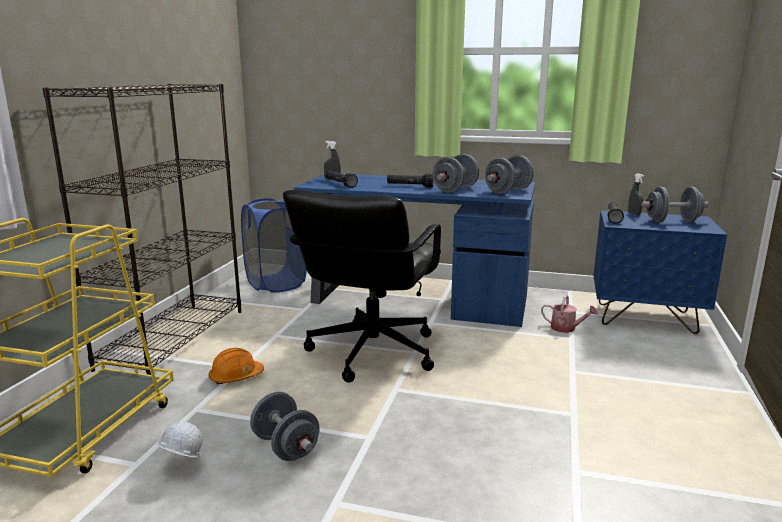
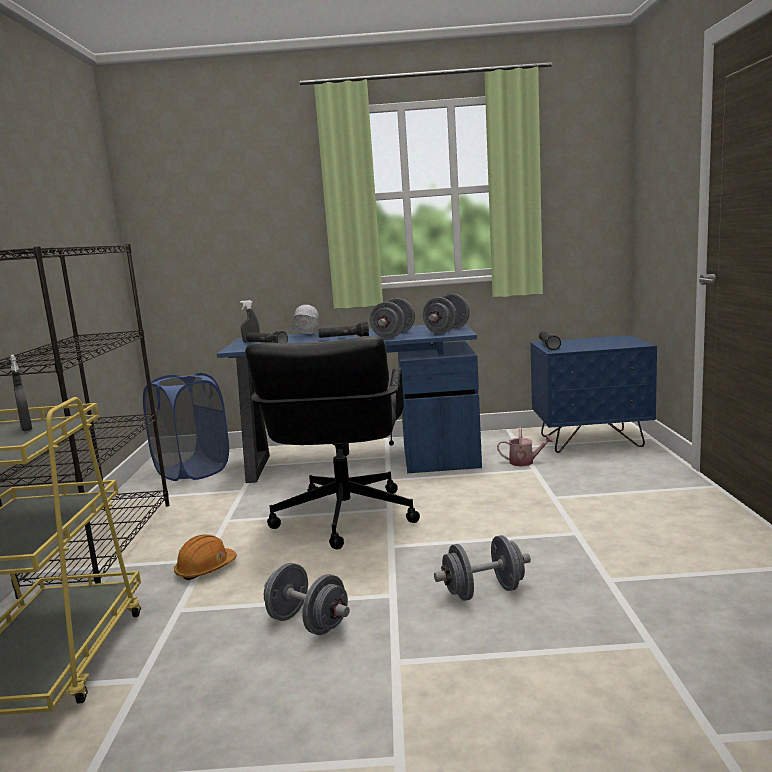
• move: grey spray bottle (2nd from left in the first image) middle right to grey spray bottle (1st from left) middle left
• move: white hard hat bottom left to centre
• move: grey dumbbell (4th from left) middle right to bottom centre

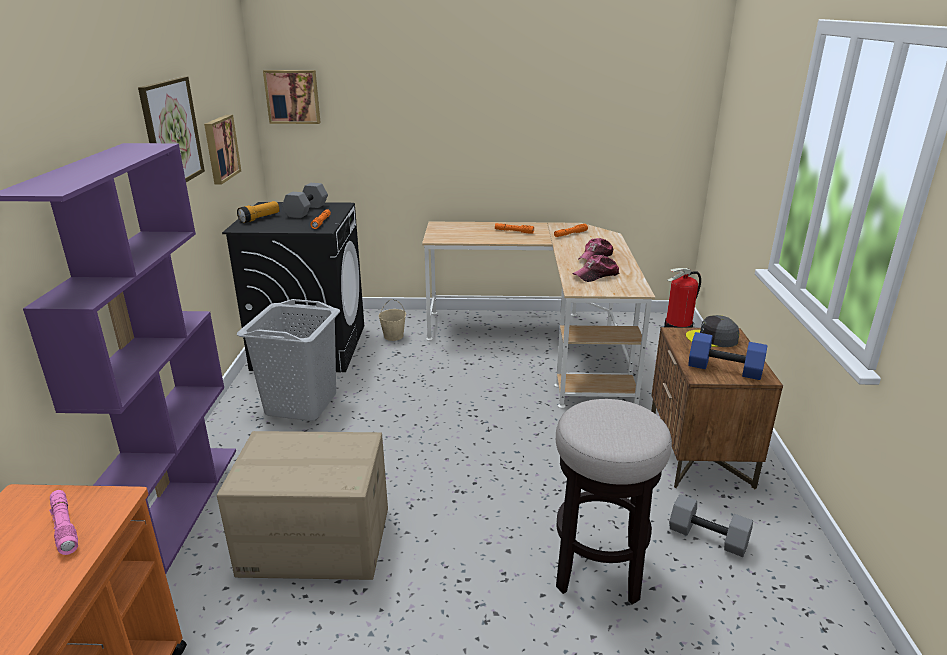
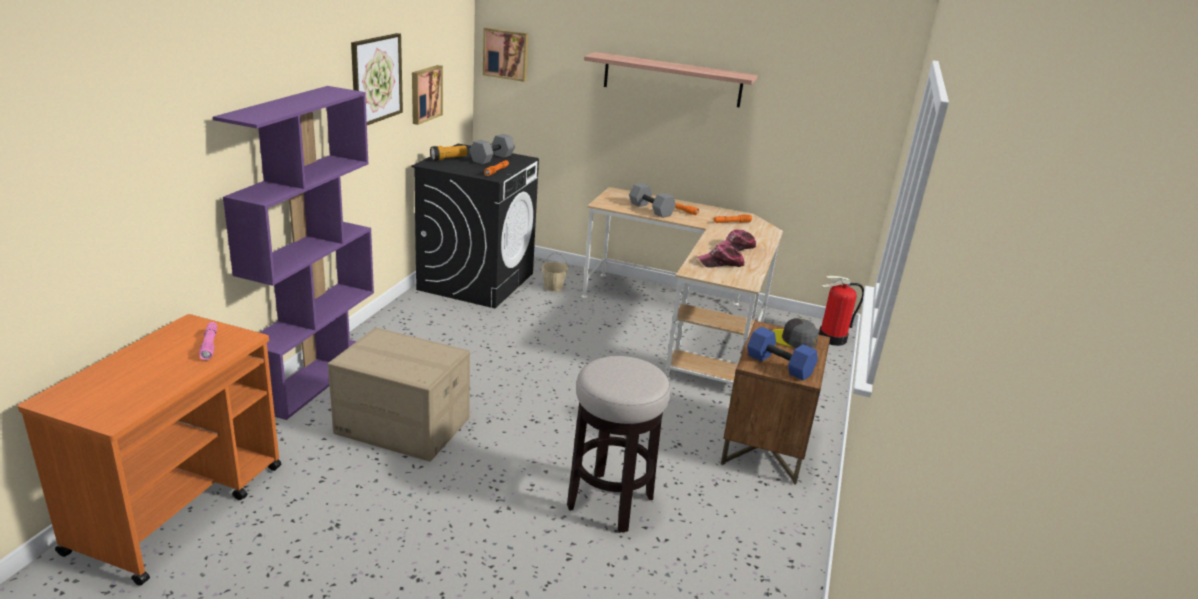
• insert: shelf top centre
• move: grey dumbbell (2nd from left) bottom right to centre
• delete: grey laundry basket middle left

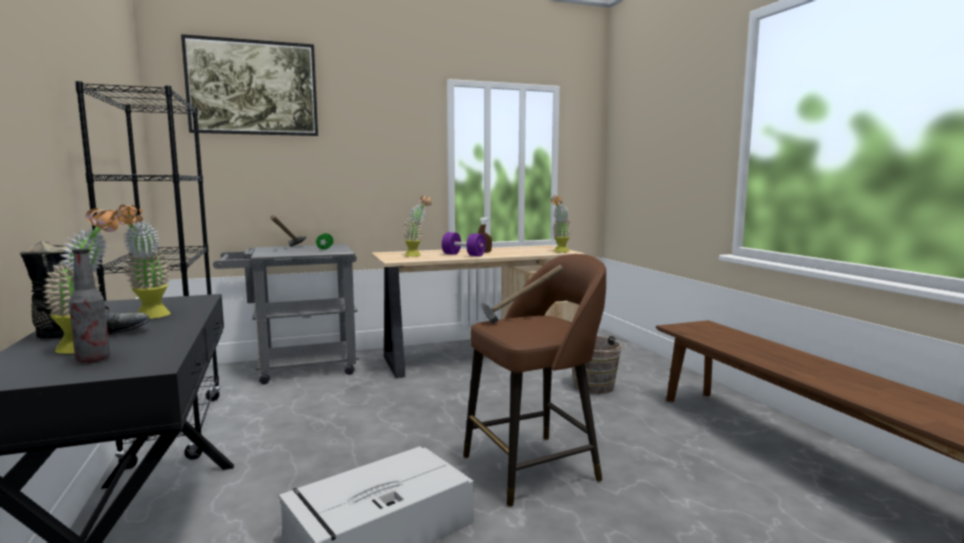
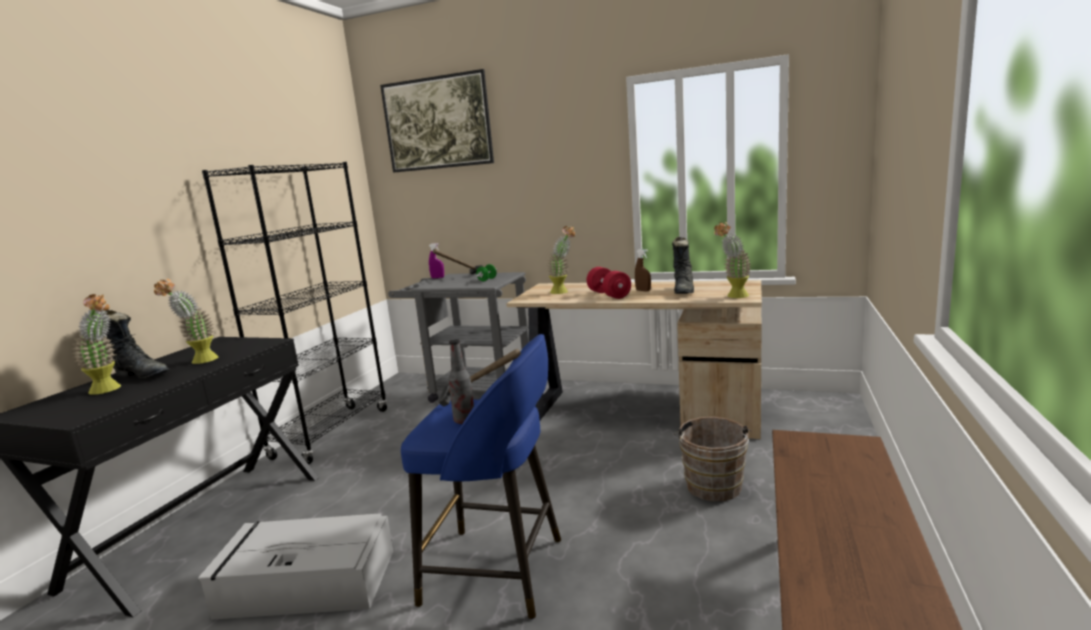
• recolor: brown stool bottom centre to blue stool bottom centre
• insert: purple spray bottle centre
• move: bottle middle left to centre
• recolor: purple dumbbell centre to red dumbbell centre
• insert: black boot (2nd from left) centre

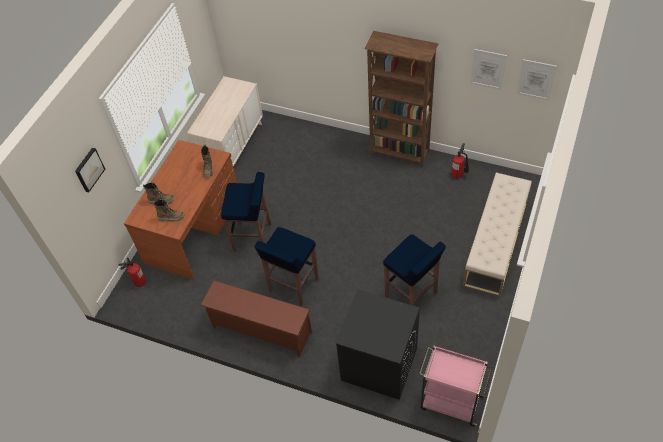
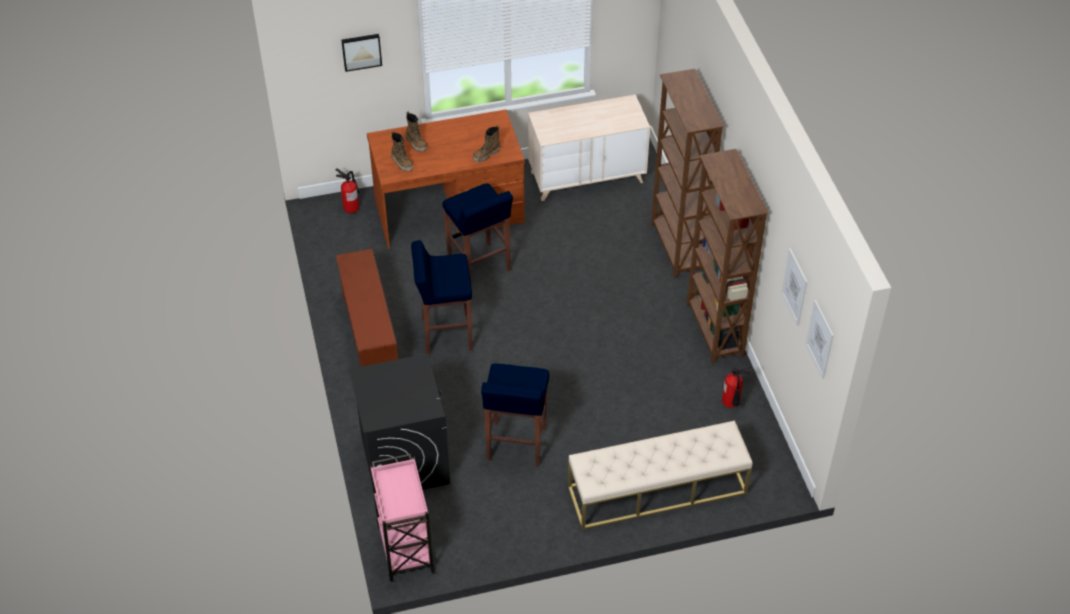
• insert: brown bookcase (1st from left) top centre

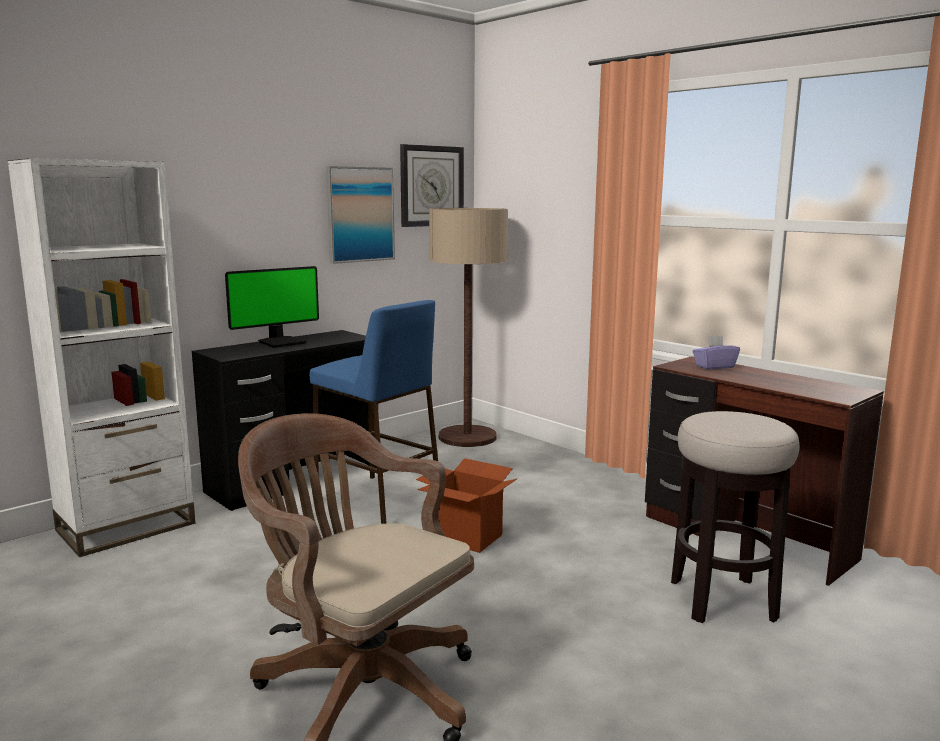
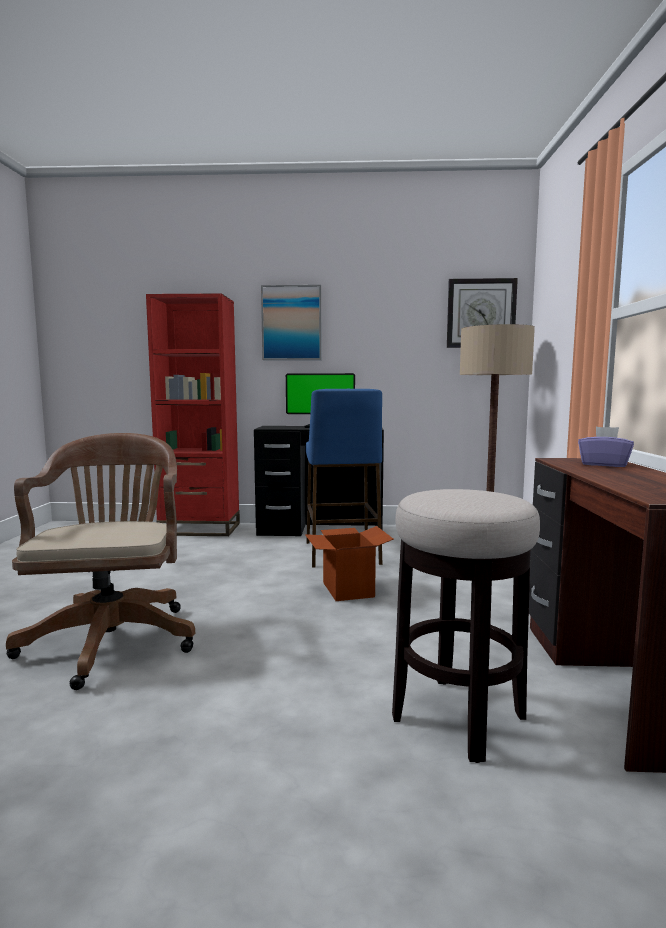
• recolor: white bookcase middle left to red bookcase middle left
• move: picture top centre to centre

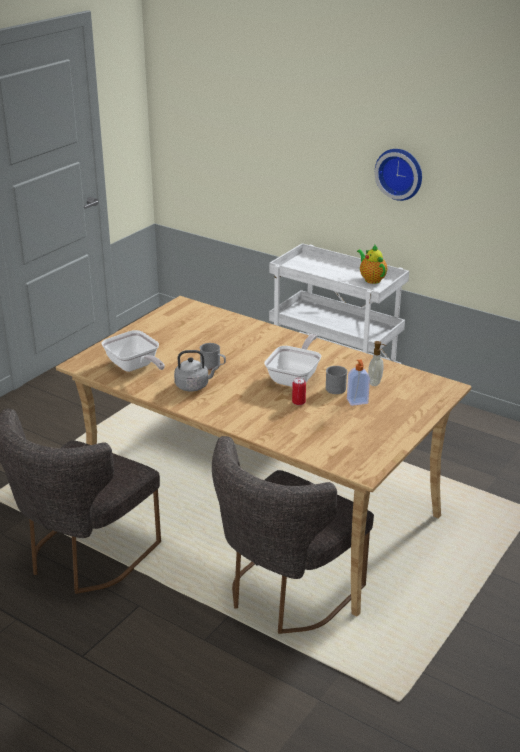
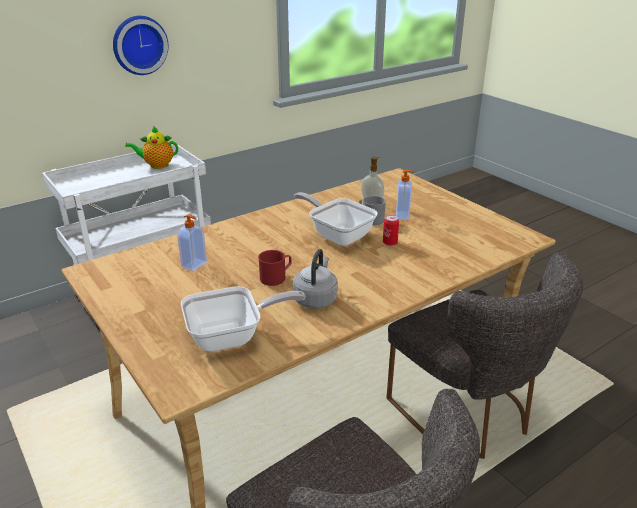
• insert: soap dispenser (1st from left) middle left
• recolor: grey mug (1st from left) centre to red mug centre

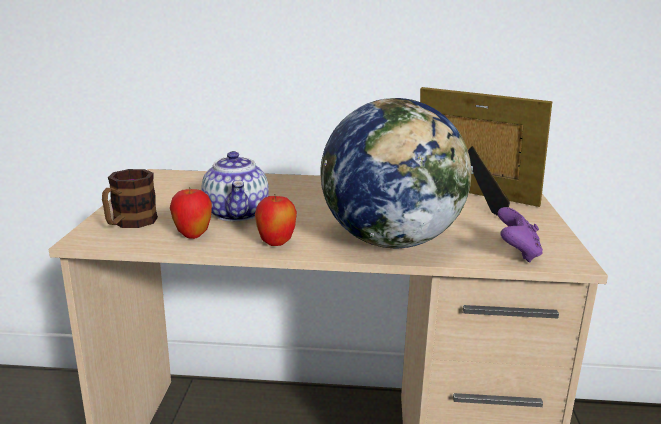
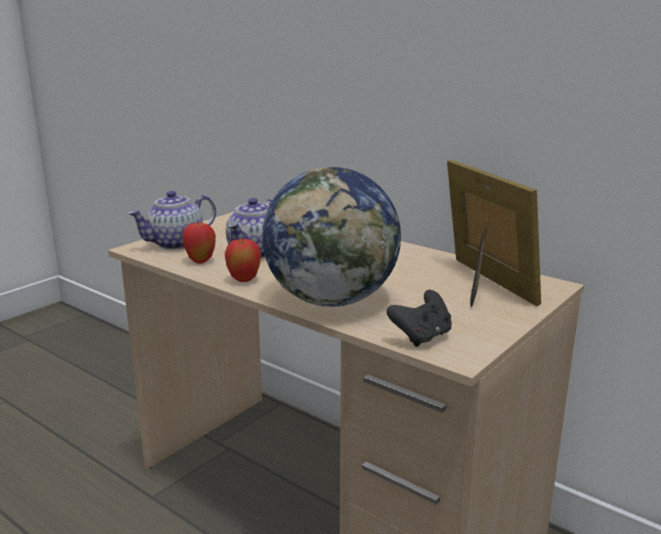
• replace: mug middle left to teapot (1st from left) middle left
• recolor: purple game controller middle right to black game controller centre

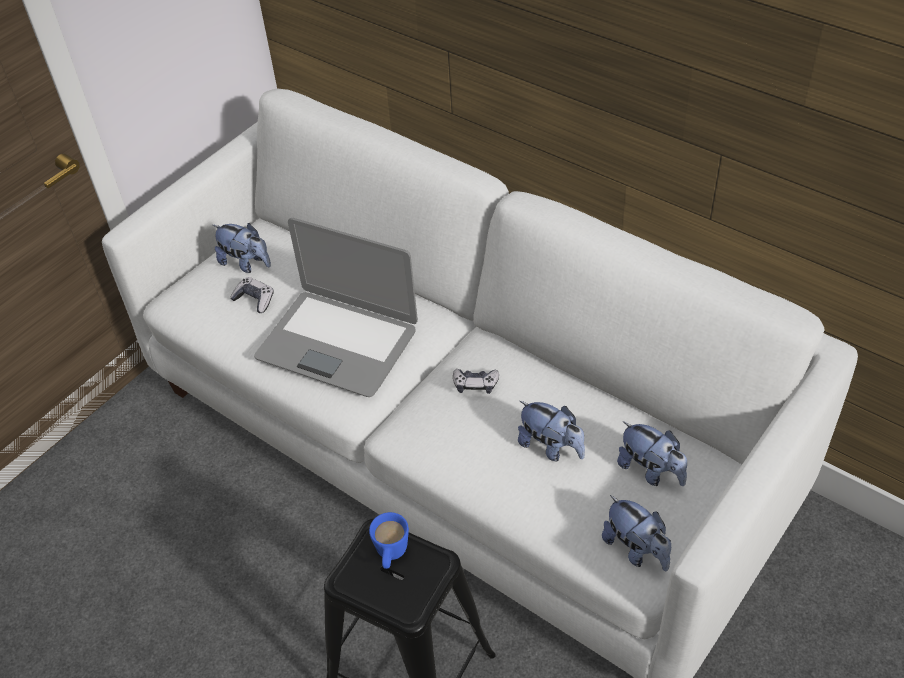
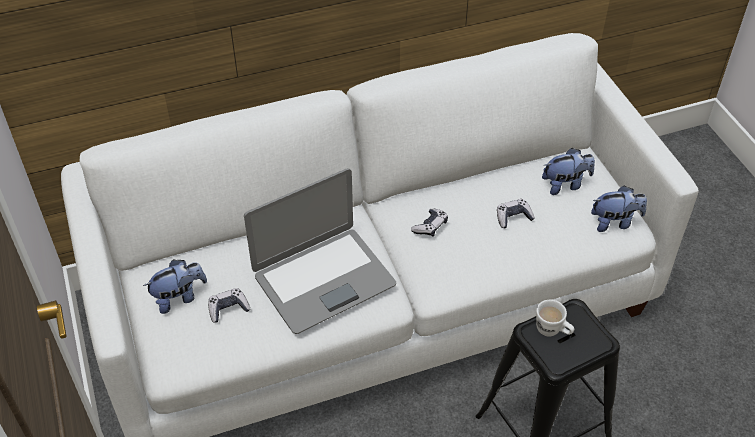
• replace: plush toy (2nd from left) centre to game controller (3rd from left) middle right
• recolor: blue mug bottom centre to white mug bottom right

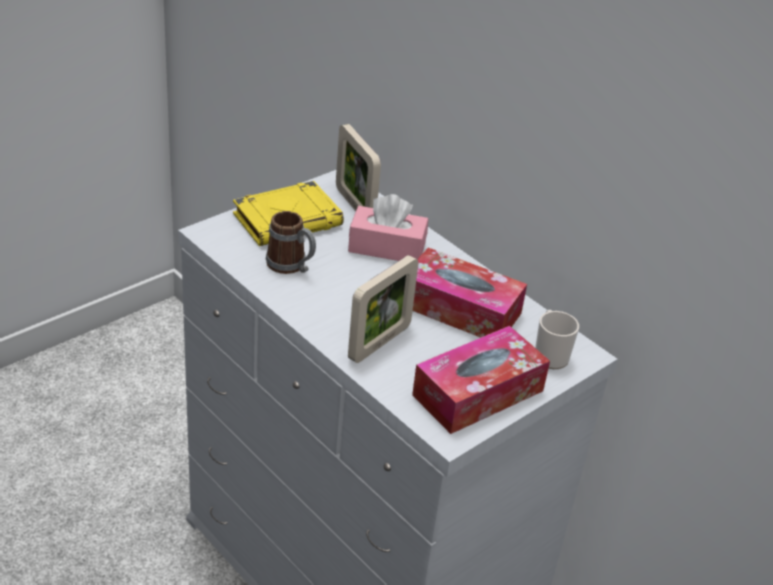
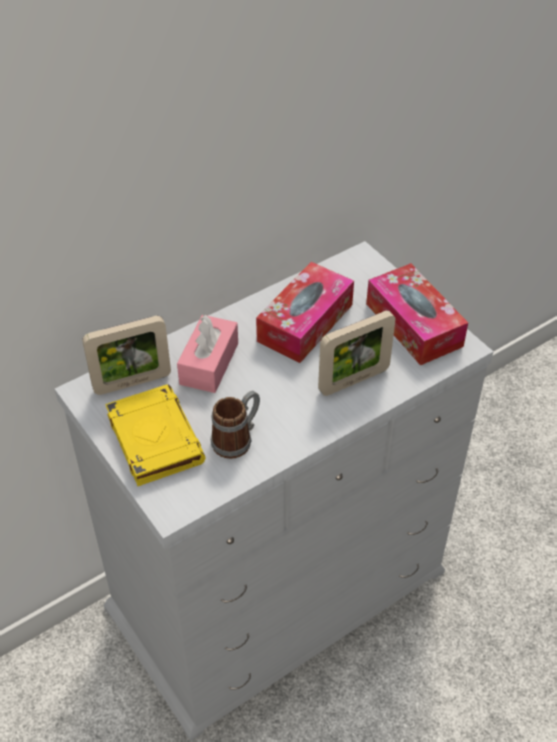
• rotate: picture frame (2nd from left) centre = centre 105 degrees clockwise
• delete: mug (2nd from left) middle right

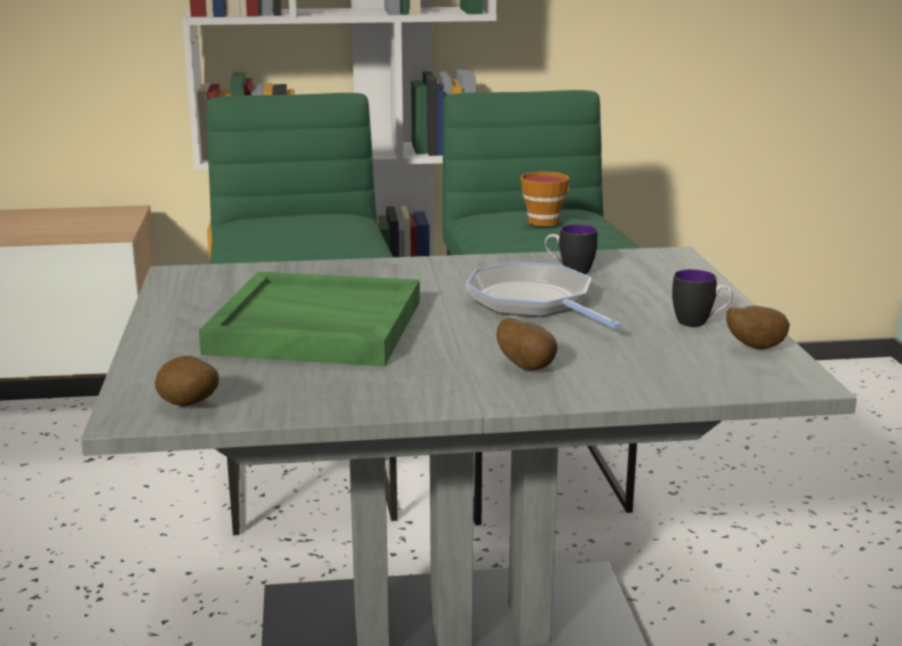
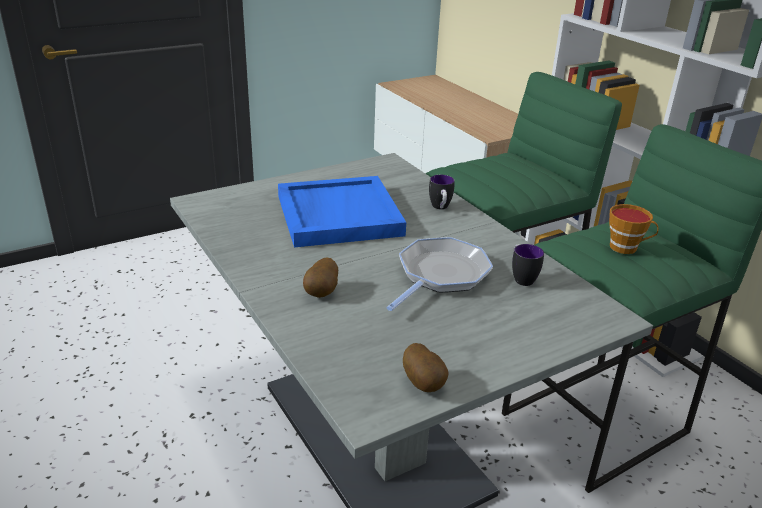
• recolor: green tray centre to blue tray centre
• move: mug (2nd from left in the first image) middle right to mug (1st from left) centre
• delete: potato (1st from left) middle left

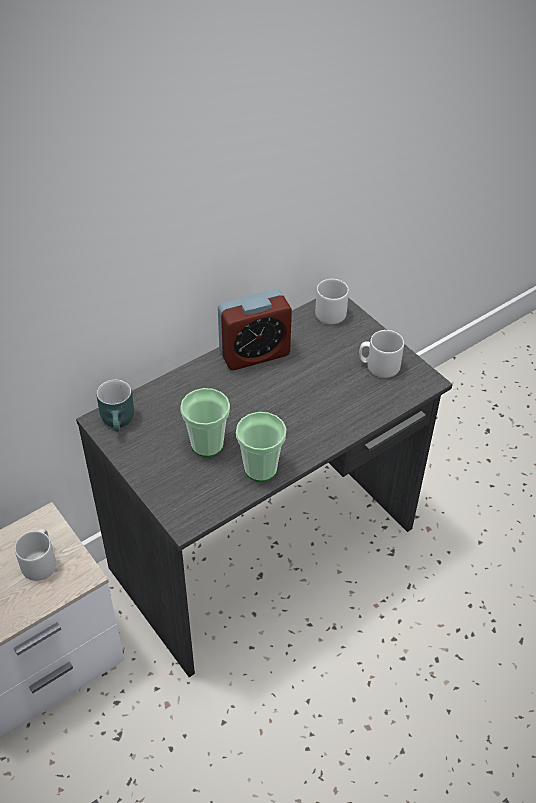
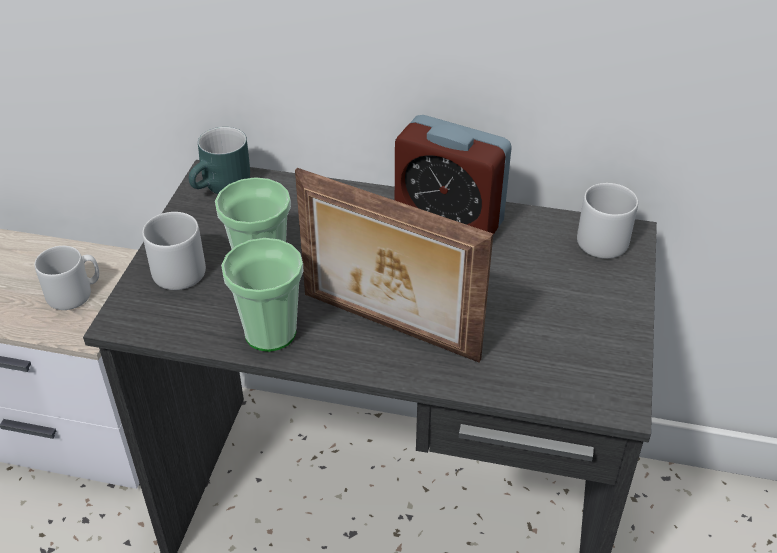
• move: grey mug (3rd from left in the first image) middle right to grey mug (2nd from left) middle left
• insert: picture frame centre

